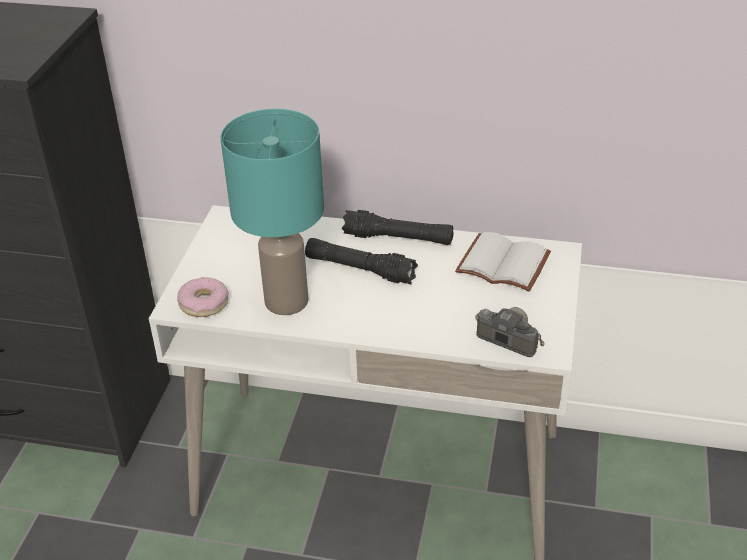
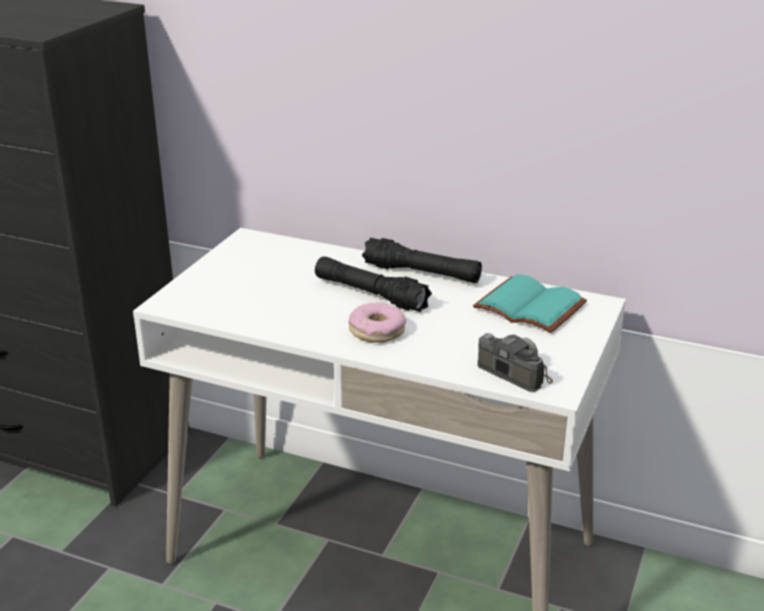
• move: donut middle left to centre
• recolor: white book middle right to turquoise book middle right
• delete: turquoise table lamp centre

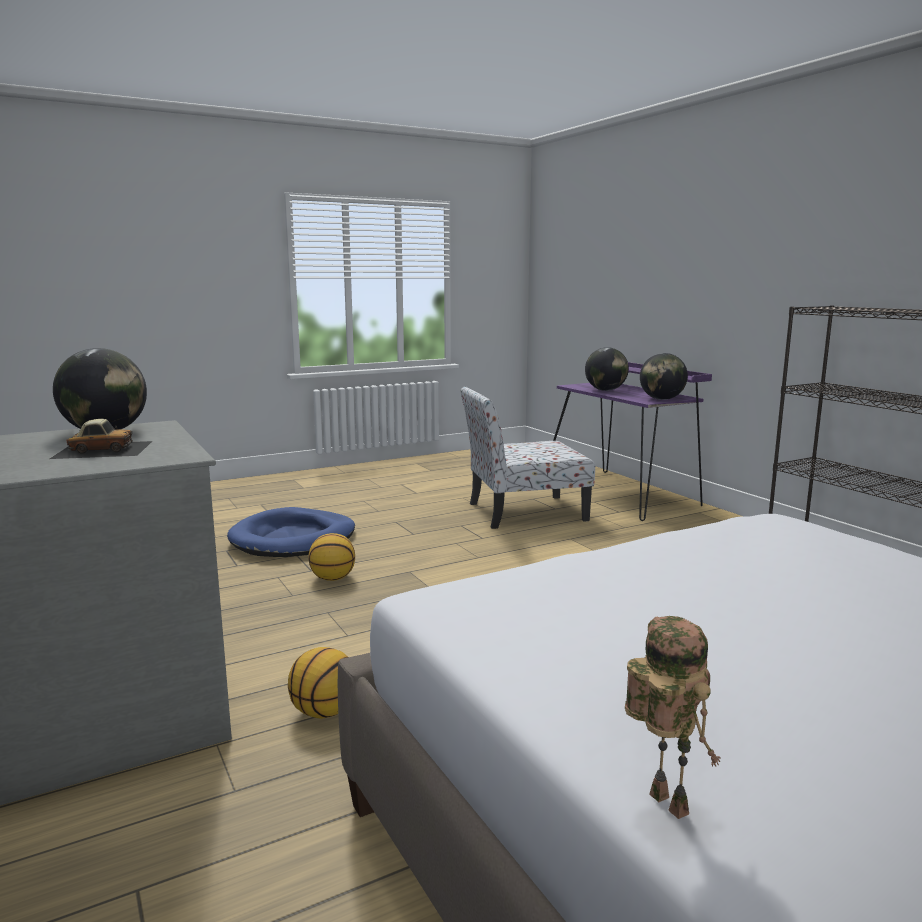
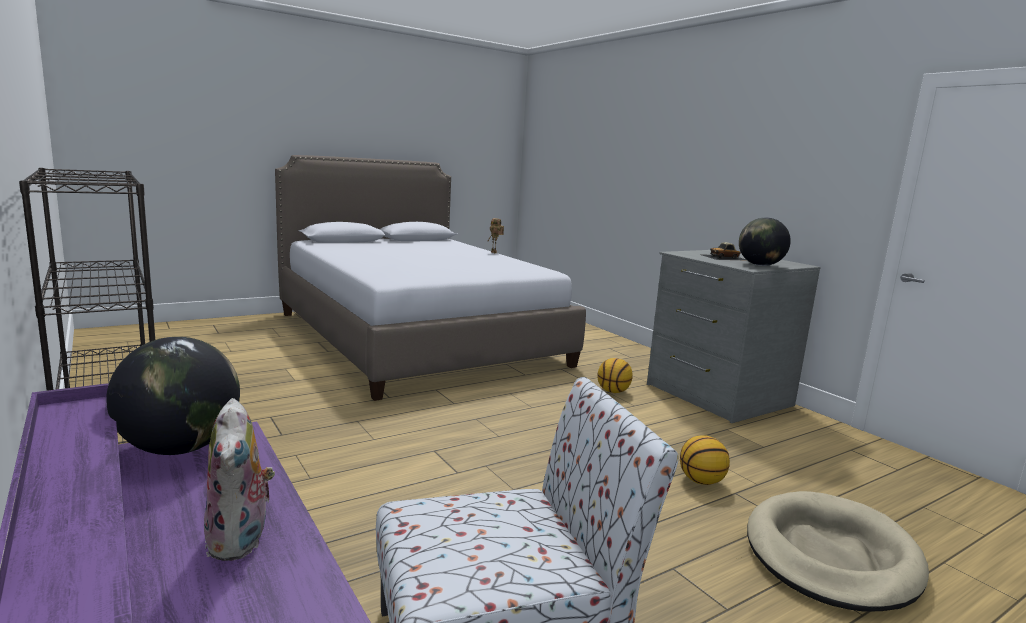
• replace: globe (2nd from left) centre to plush toy bottom left
• recolor: blue dog bed middle left to beige dog bed bottom right

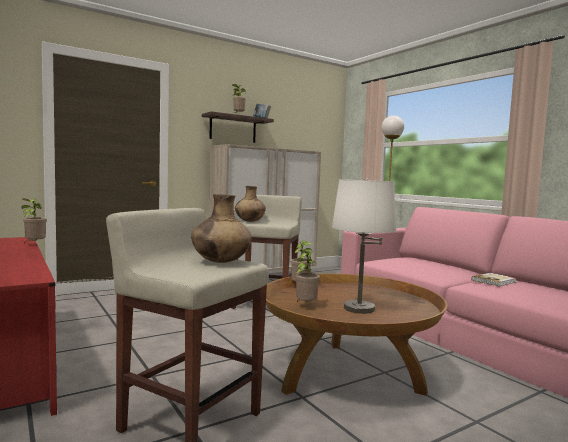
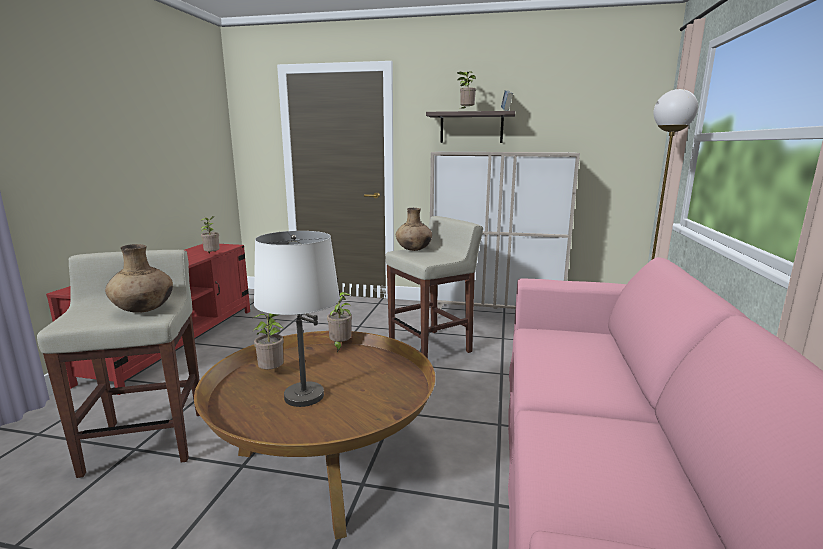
• delete: book (2nd from left) middle right

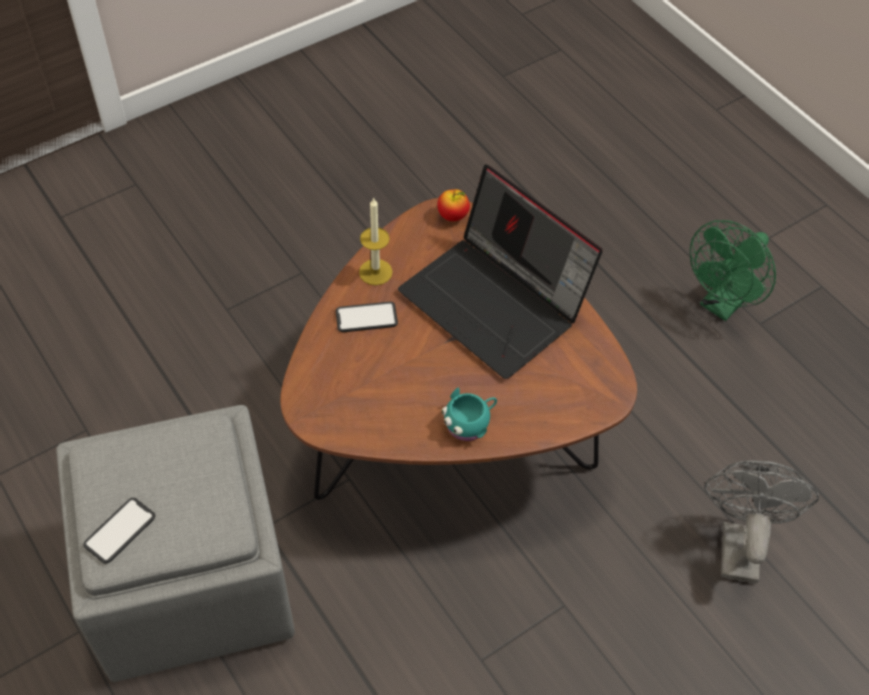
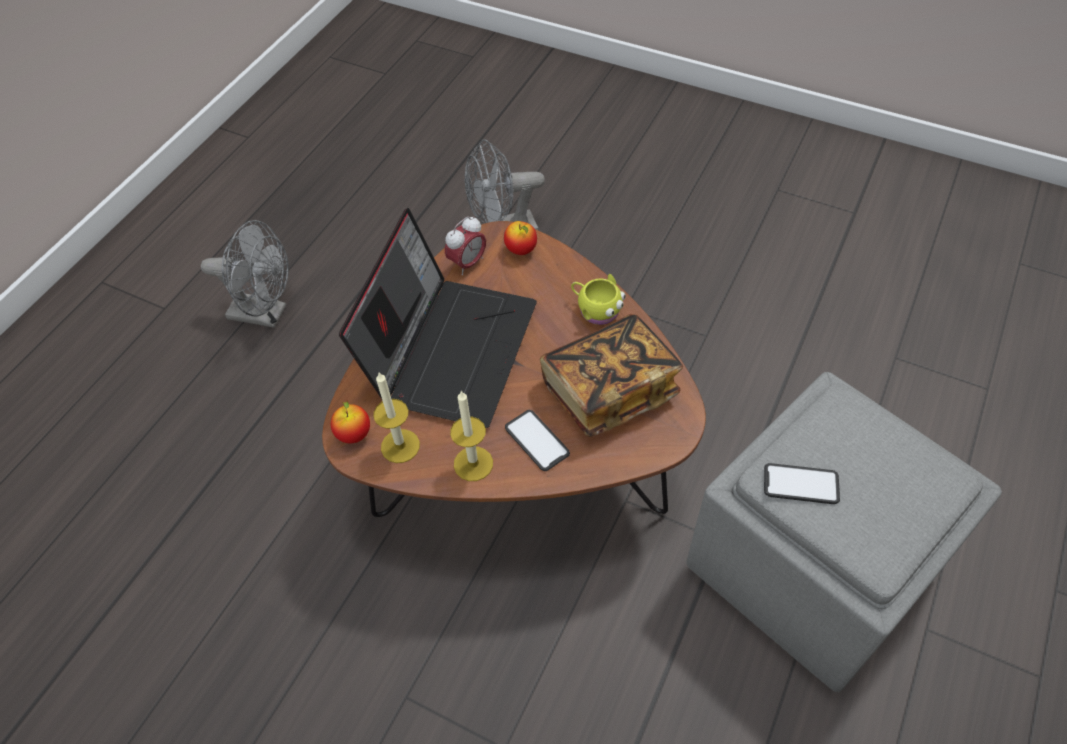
• recolor: green fan middle right to grey fan (1st from left) middle left
• insert: candle (1st from left) centre
• insert: alarm clock top centre
• insert: apple (2nd from left) top centre
• insert: book centre
• recolor: turquoise mug centre to yellow mug centre
• move: phone (1st from left in the first image) bottom left to phone (2nd from left) middle right

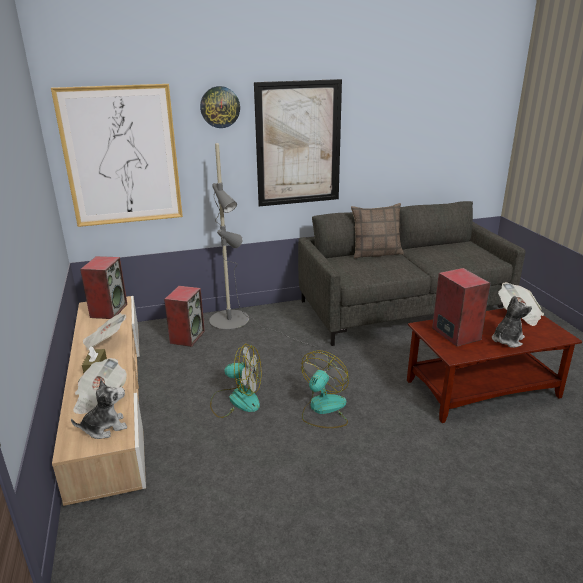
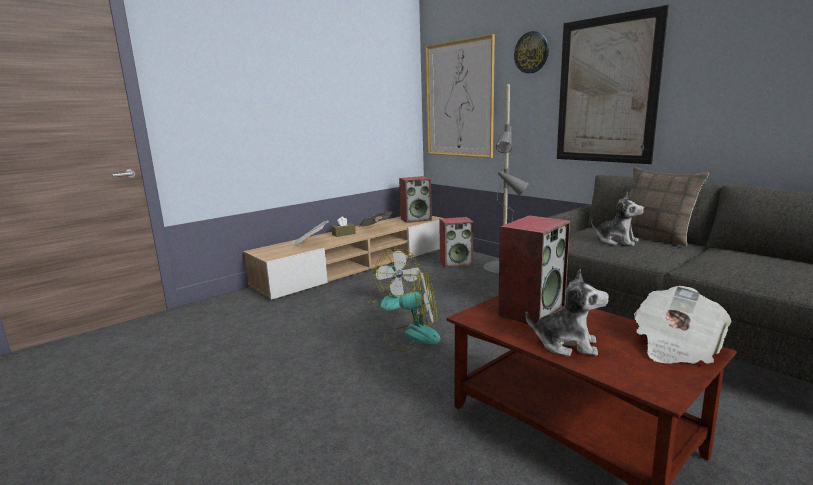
• move: plush toy (1st from left in the first image) bottom left to plush toy (2nd from left) middle right

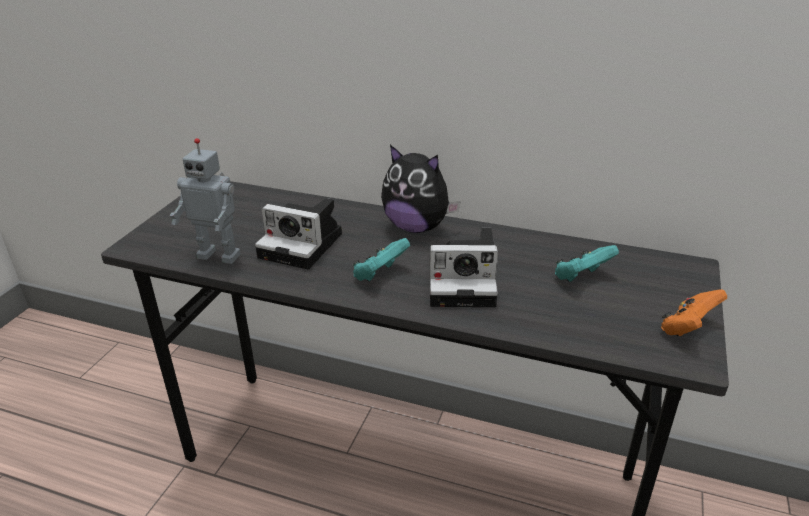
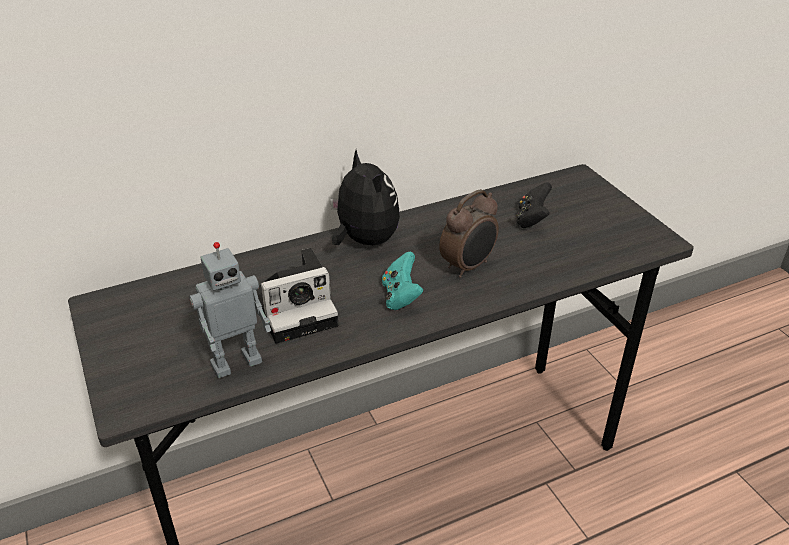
• rotate: plush toy centre = centre 105 degrees counterclockwise
• replace: photo camera (2nd from left) centre to alarm clock centre
• recolor: turquoise game controller (2nd from left) middle right to black game controller middle right
• delete: orange game controller middle right

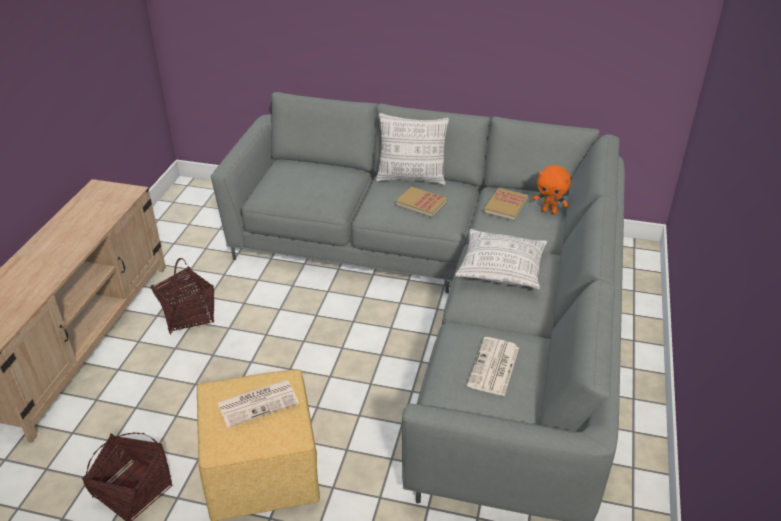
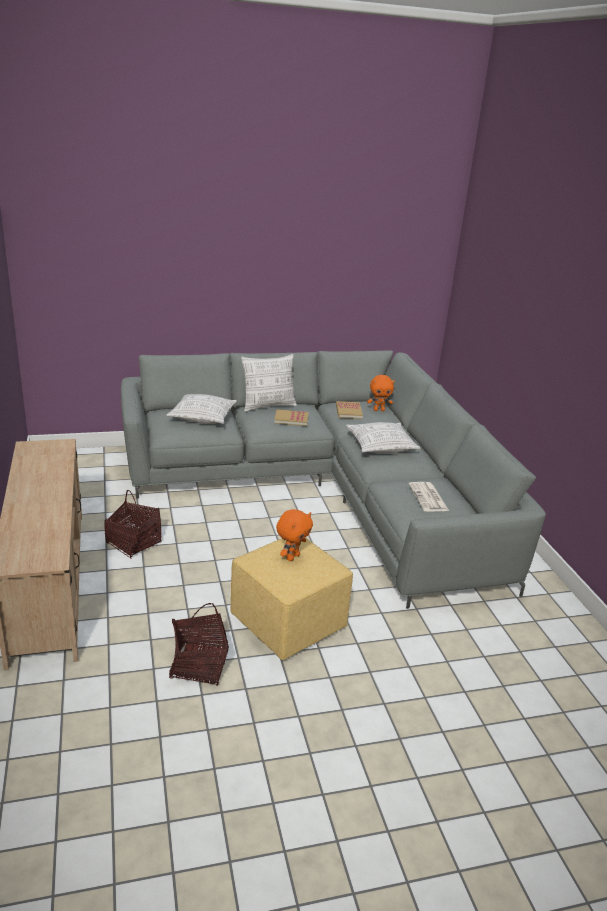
• insert: pillow (1st from left) middle left
• replace: newspaper (1st from left) bottom left to orange plush toy (1st from left) centre

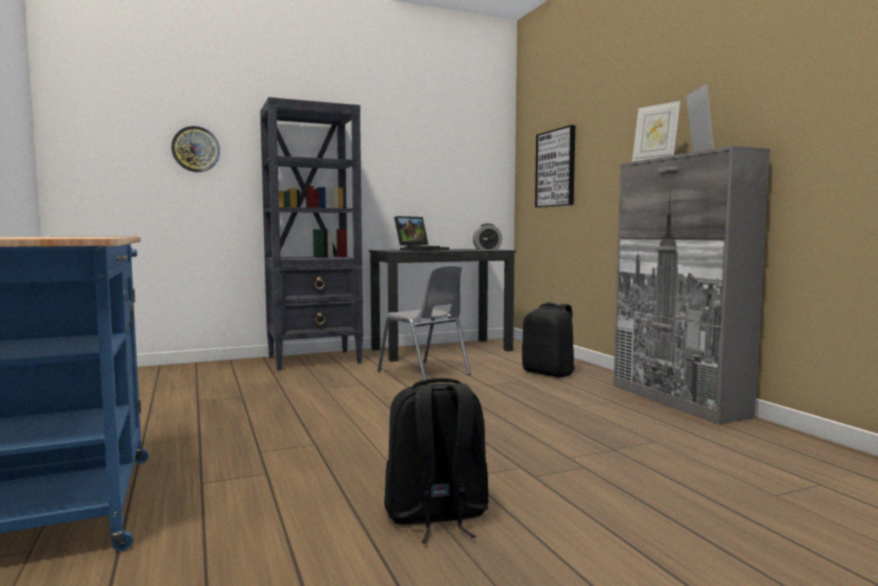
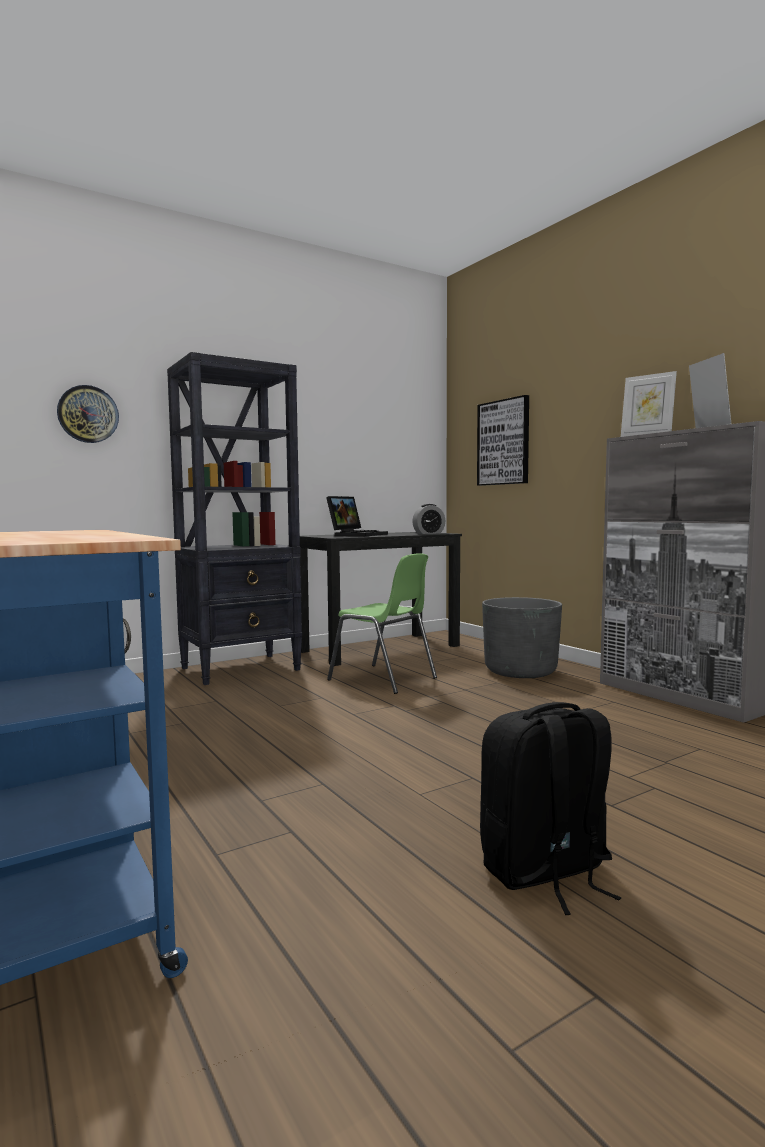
• recolor: grey chair centre to green chair centre
• replace: black backpack (2nd from left) centre to grey planter middle right

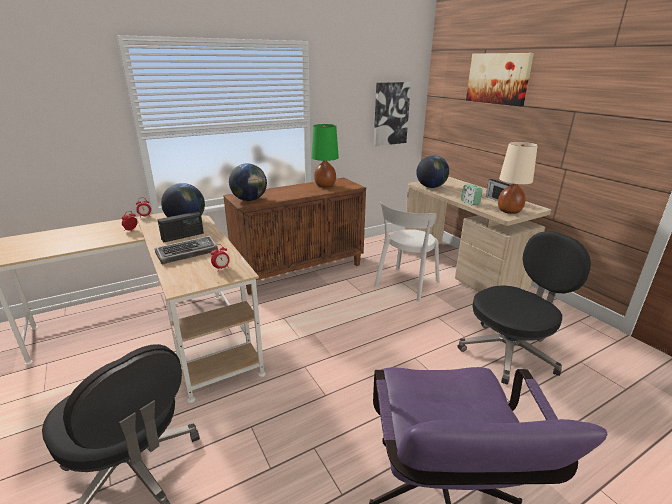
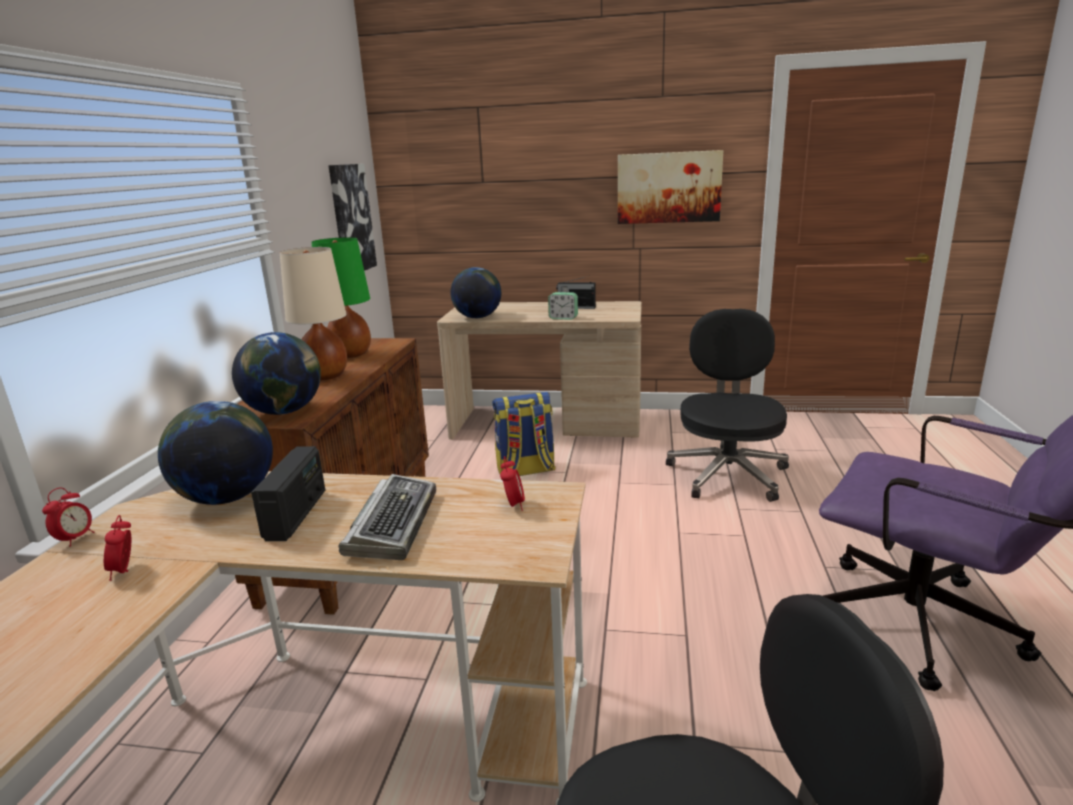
• move: beige table lamp middle right to middle left
• replace: white chair centre to backpack centre
• move: picture (2nd from left) top right to top centre

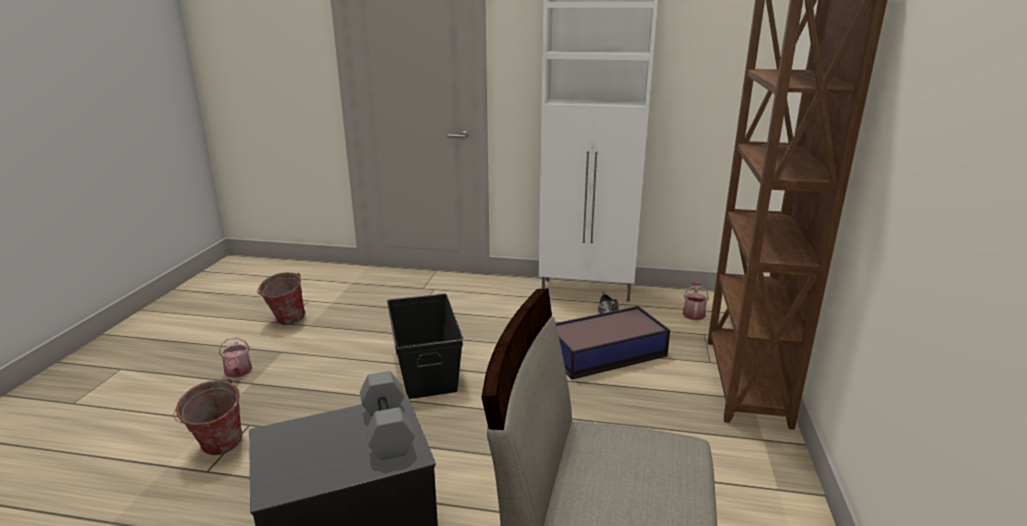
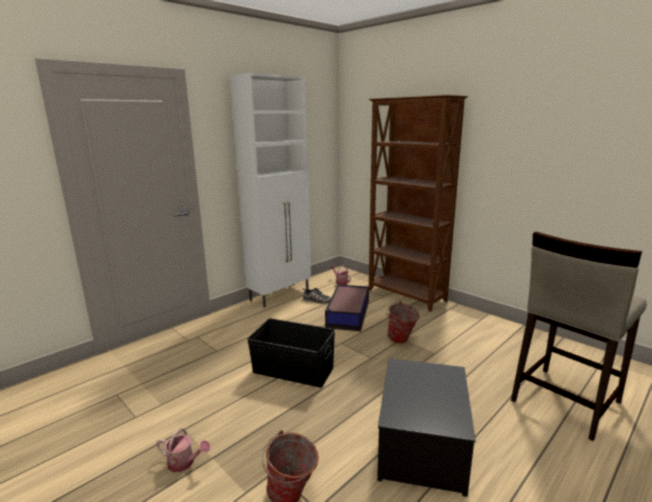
• move: bucket (2nd from left) middle left to centre
• delete: grey dumbbell bottom centre

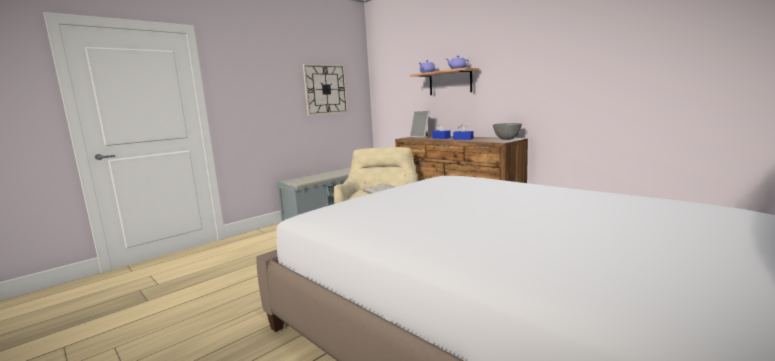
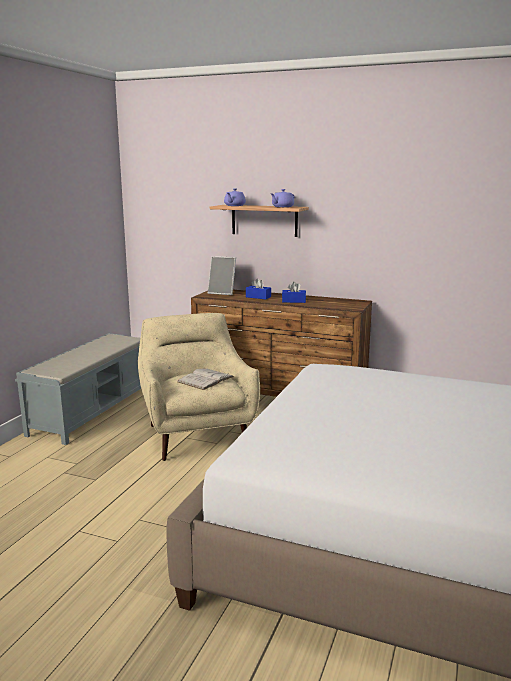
• delete: wall clock top centre
• delete: grey bowl centre

